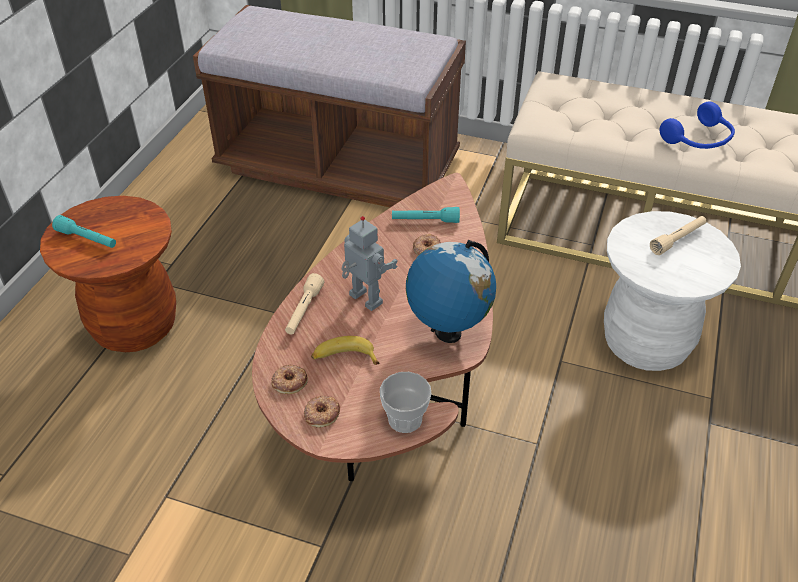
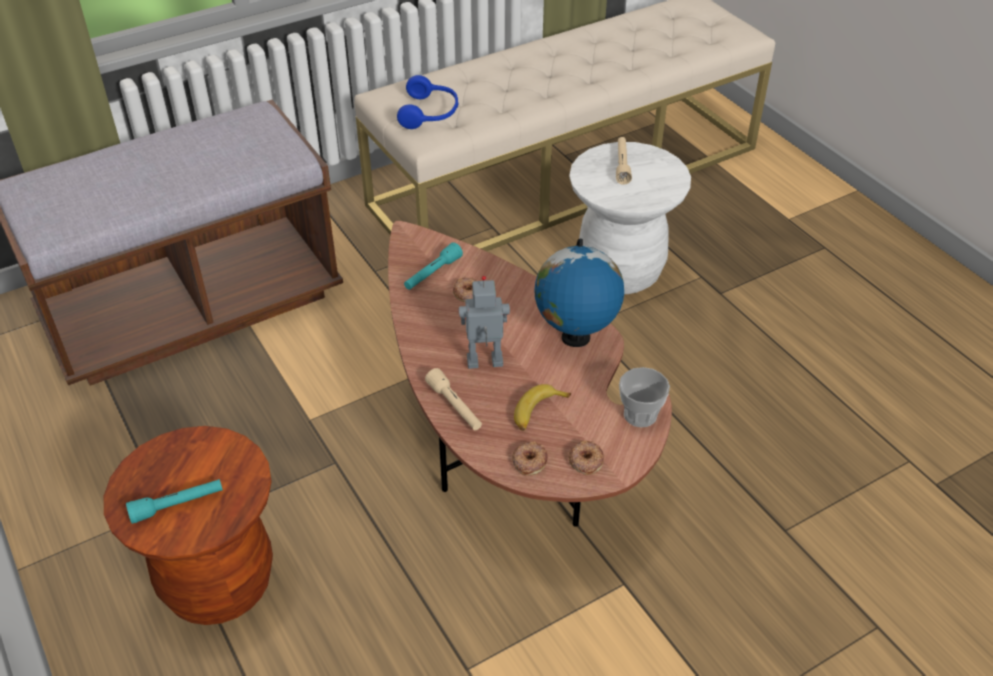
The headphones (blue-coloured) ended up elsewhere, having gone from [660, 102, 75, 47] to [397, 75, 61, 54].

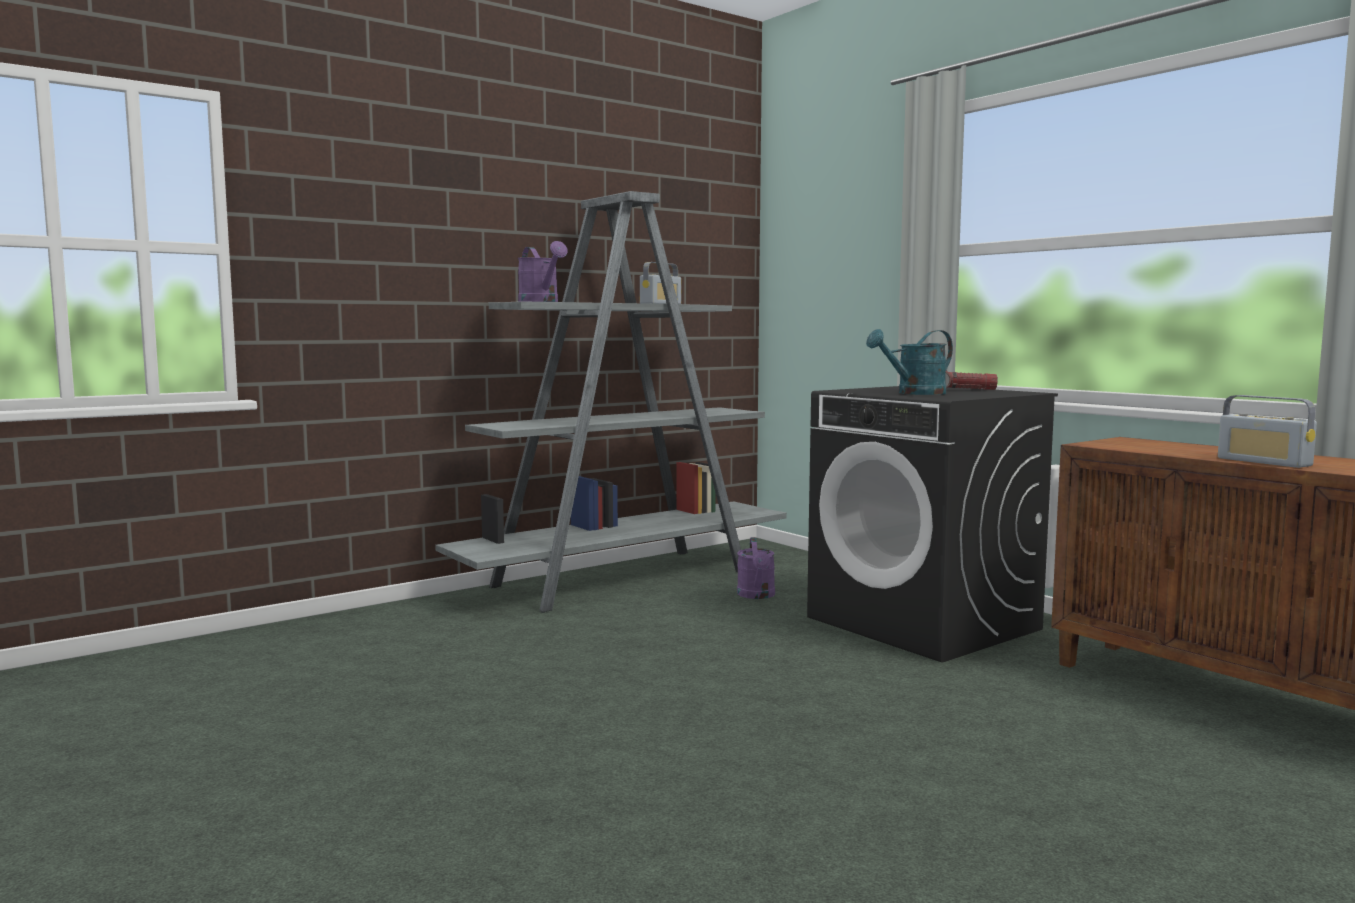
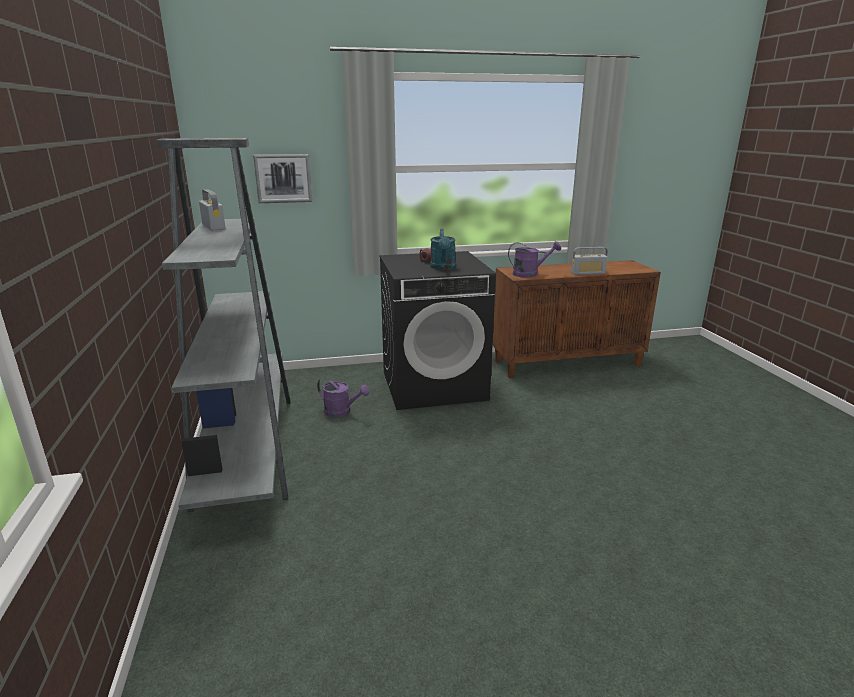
The second view gained the wall picture at [253, 154, 59, 49].
The watering can (purplish) ended up elsewhere, having gone from [518, 241, 50, 61] to [508, 241, 53, 37].

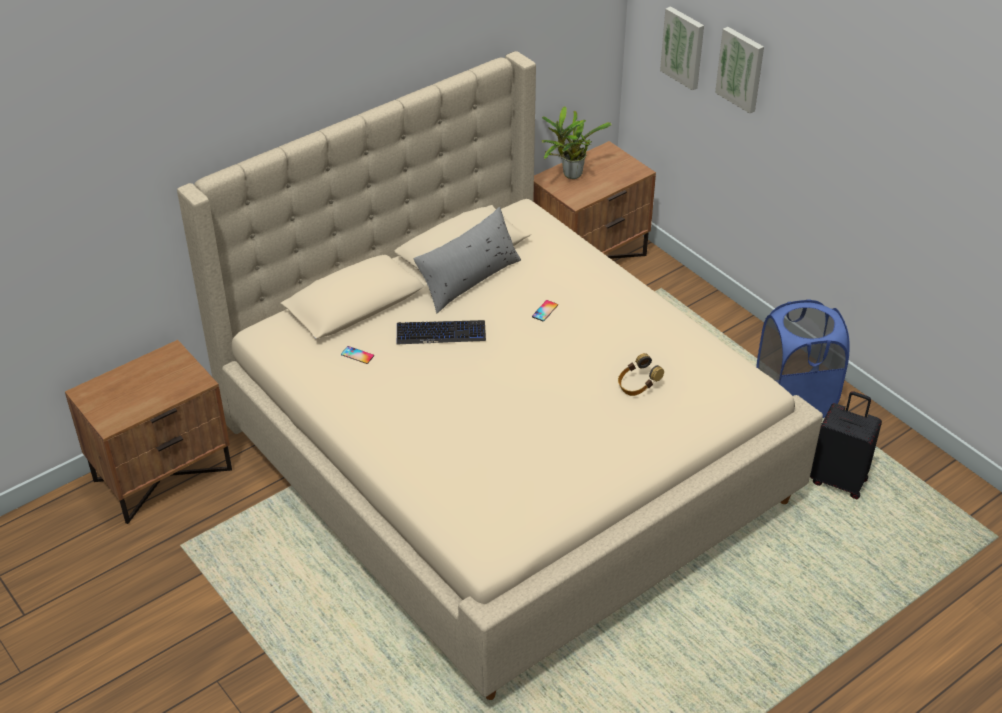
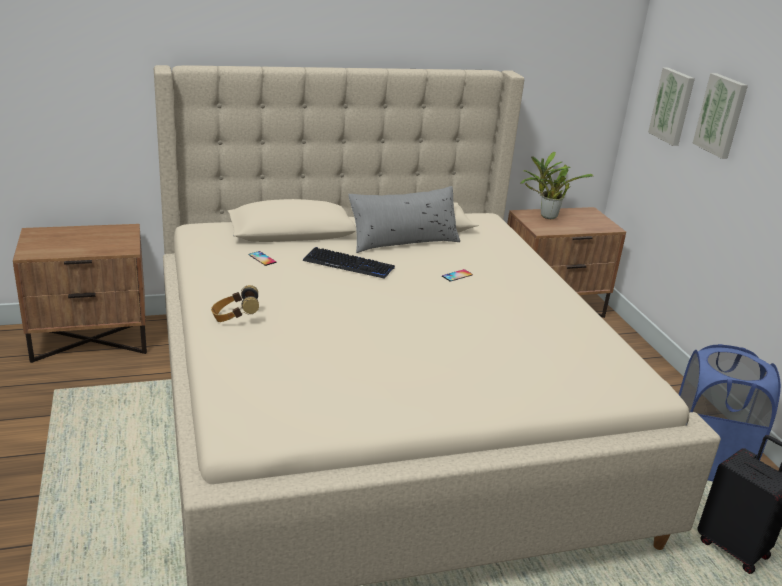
The headphones ended up elsewhere, having gone from [618, 353, 46, 43] to [211, 285, 48, 37].

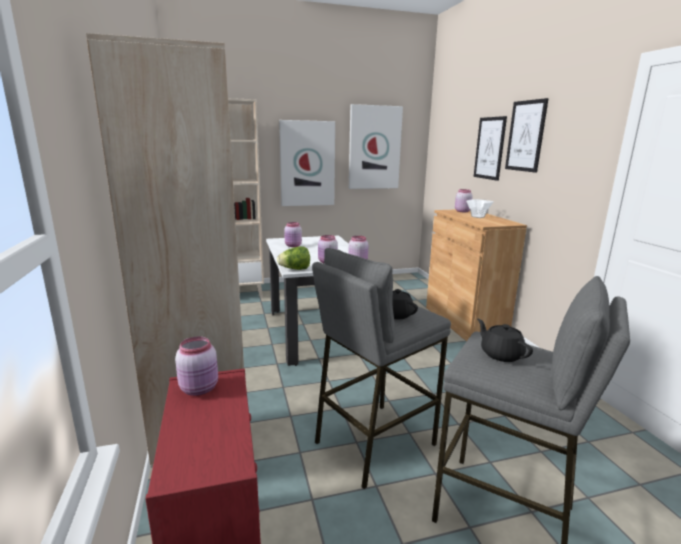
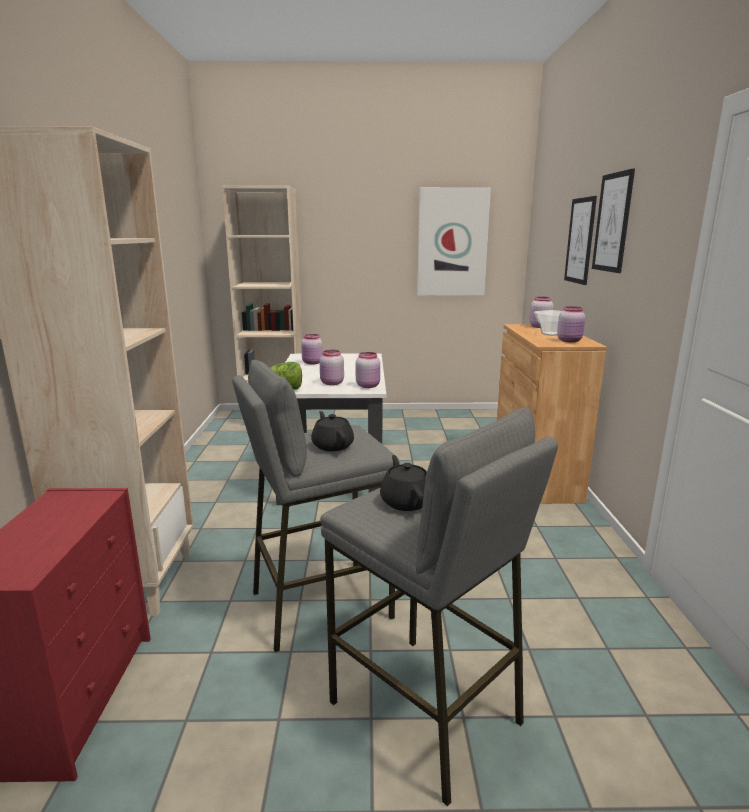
The second view lost the wall picture at [279, 120, 56, 86].
The jar (pinkish) ended up elsewhere, having gone from [175, 337, 43, 59] to [557, 306, 28, 36].

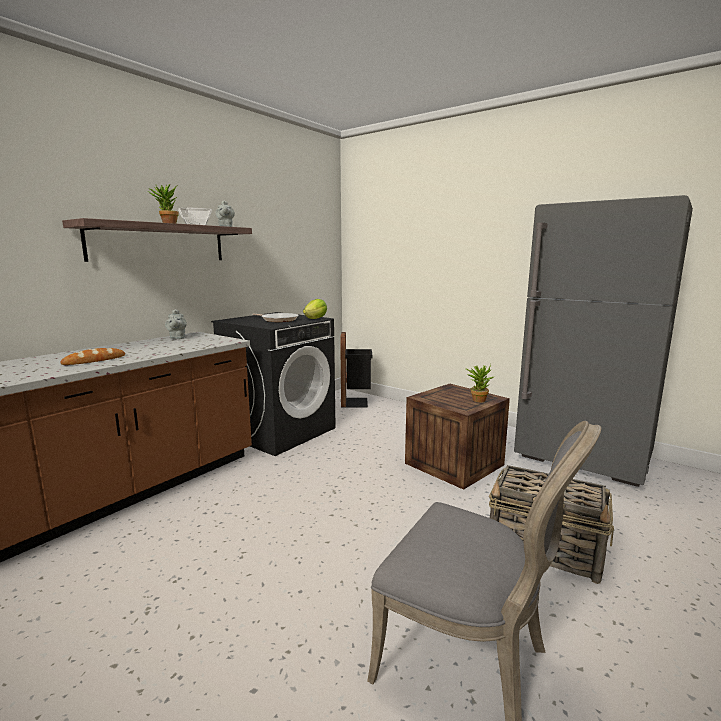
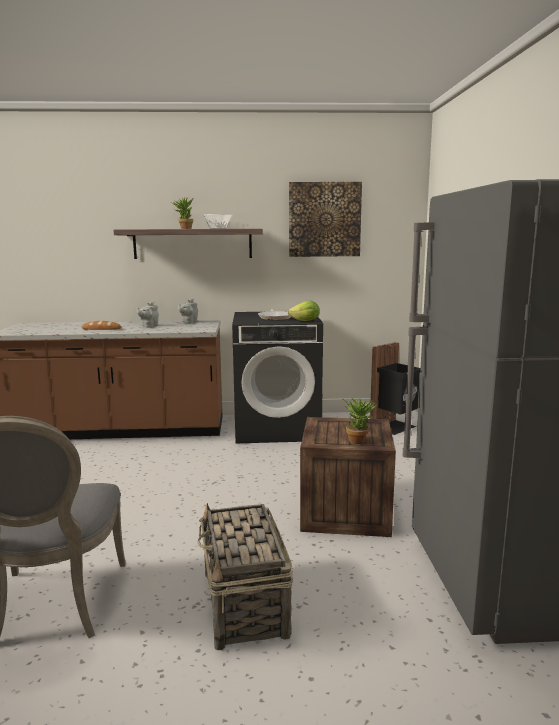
The second view gained the wall picture at [289, 182, 73, 75].
The teapot (grey) ended up elsewhere, having gone from [215, 200, 20, 27] to [137, 302, 22, 25].

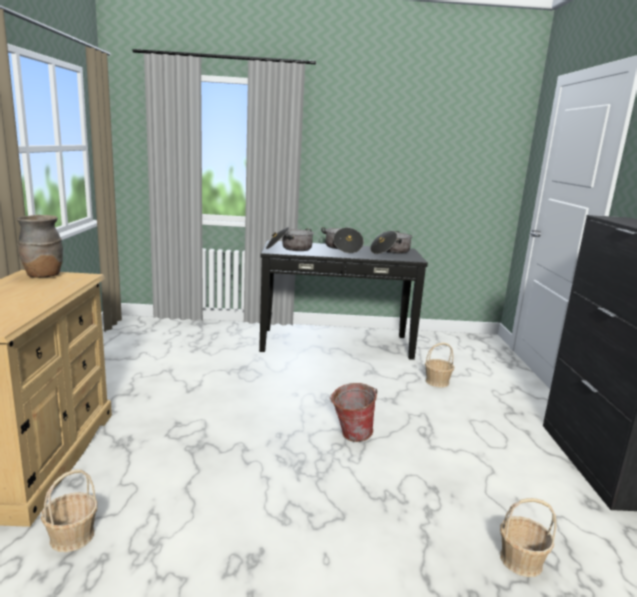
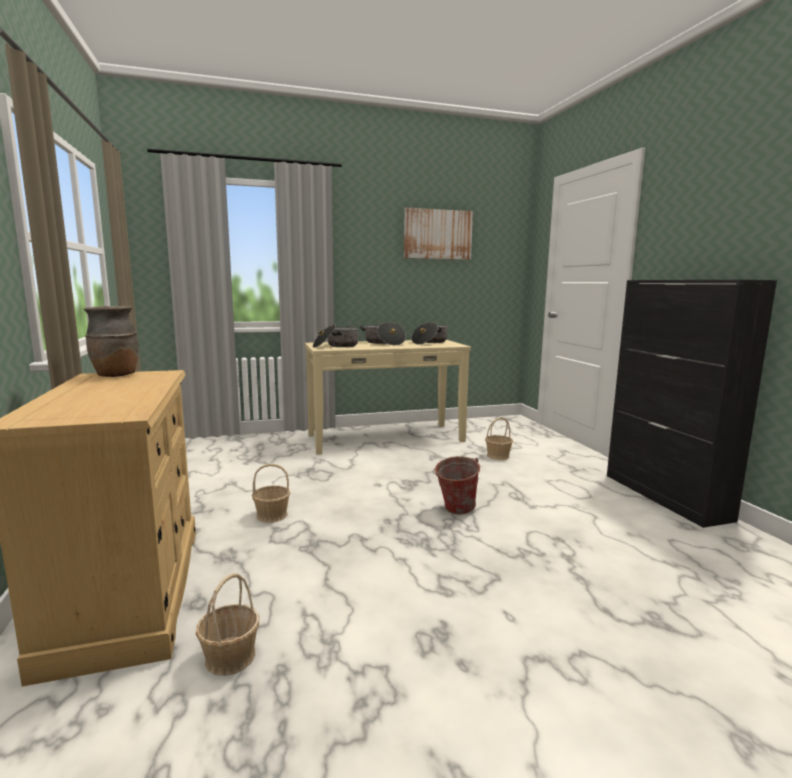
The second view gained the wall picture at [404, 208, 69, 52].
The household basket ended up elsewhere, having gone from [500, 498, 56, 79] to [252, 464, 38, 59].
What was the narrow table (blackish) at [259, 240, 169, 120] turned into the narrow table (beige-coloured) at [305, 340, 166, 115].

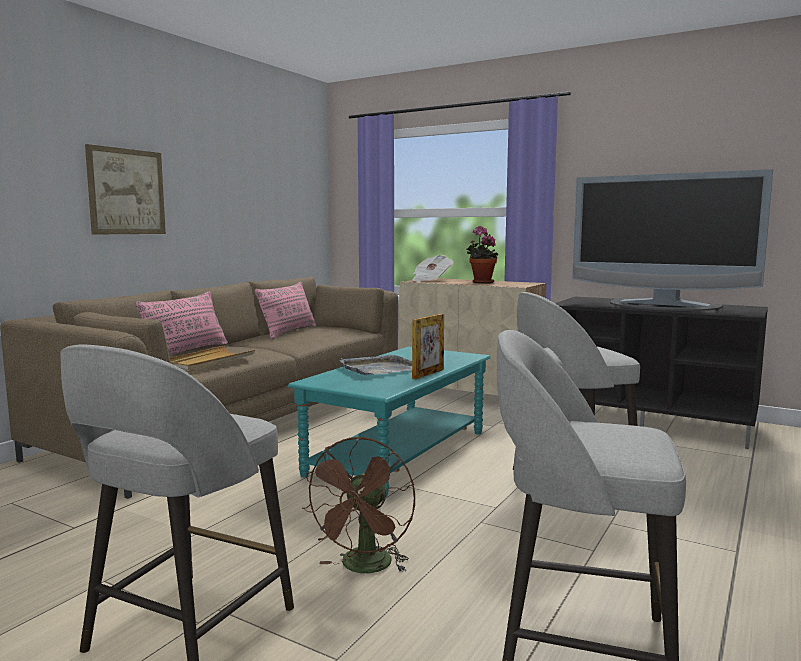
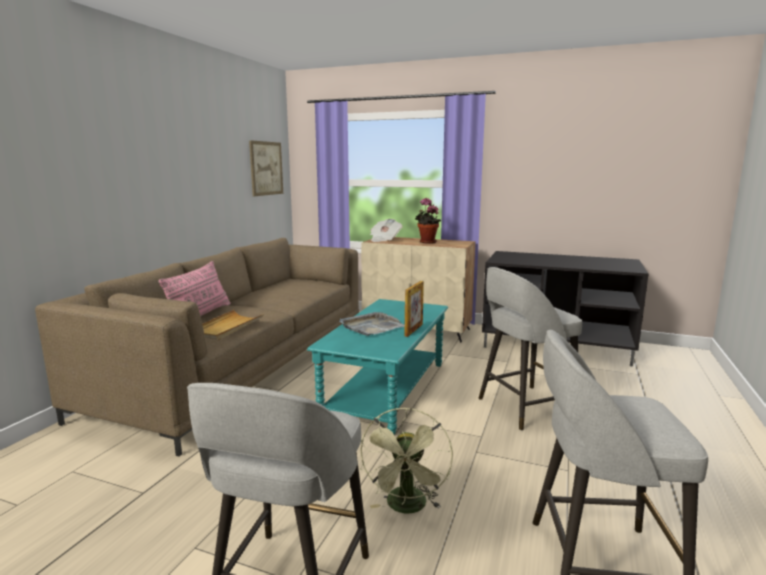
The second view lost the cushion (pinkish) at [255, 282, 61, 58].
The second view lost the TV at [572, 169, 201, 142].
The wall picture ended up elsewhere, having gone from [85, 144, 81, 91] to [249, 140, 34, 56].
What was the electric fan (brown) at [302, 437, 113, 136] turned into the electric fan (green) at [360, 407, 93, 107].

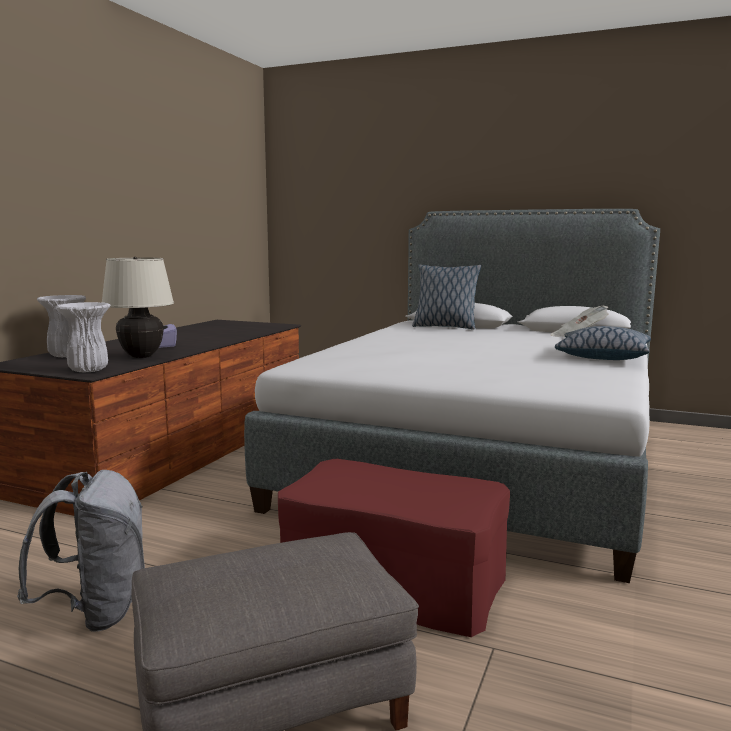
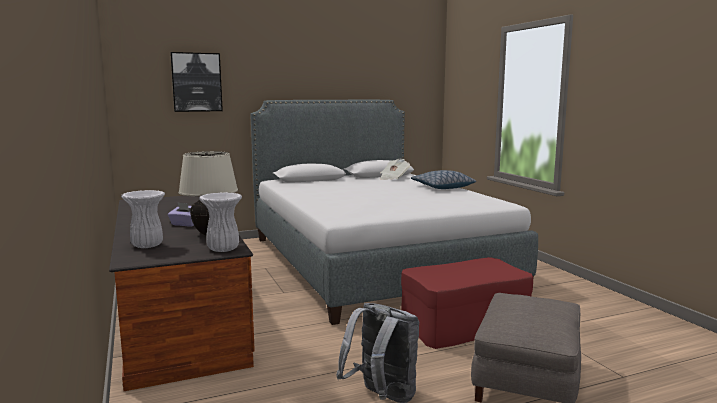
The second view lost the cushion at [412, 265, 69, 65].
The second view gained the wall picture at [170, 52, 53, 60].

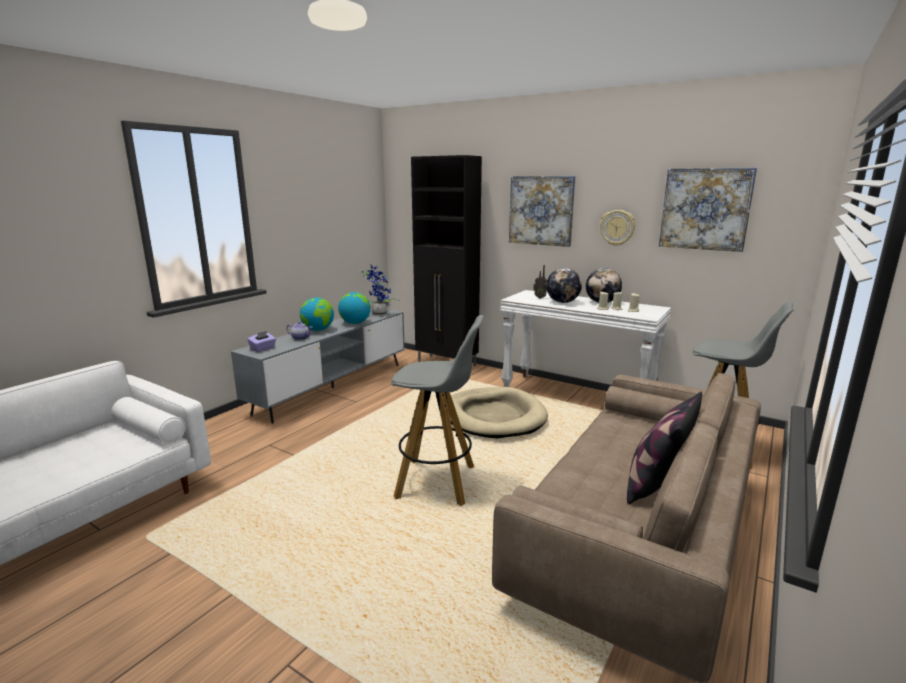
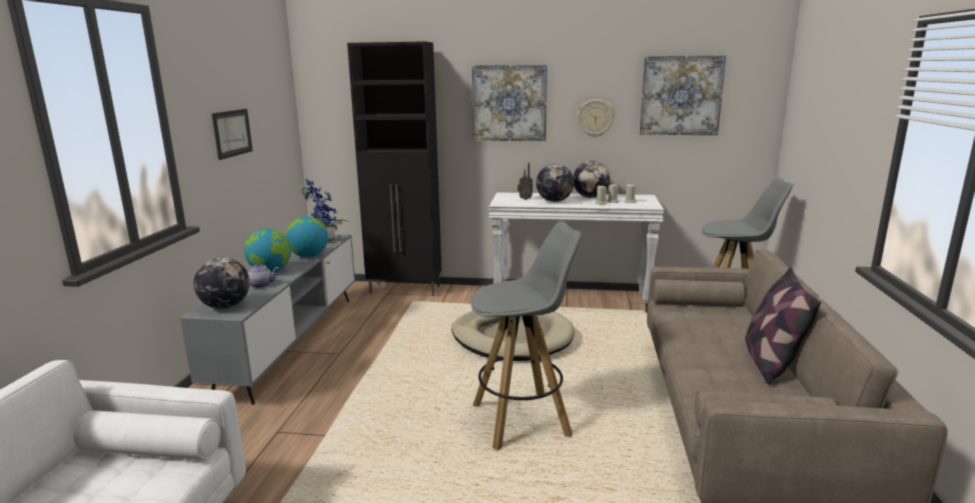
The second view gained the wall picture at [212, 109, 41, 51].
Where the tissue box (purplish) stood at [247, 331, 29, 21], the desk globe came to stand at [194, 257, 56, 52].

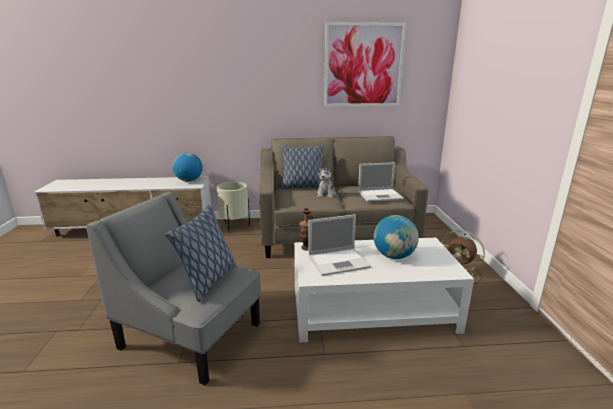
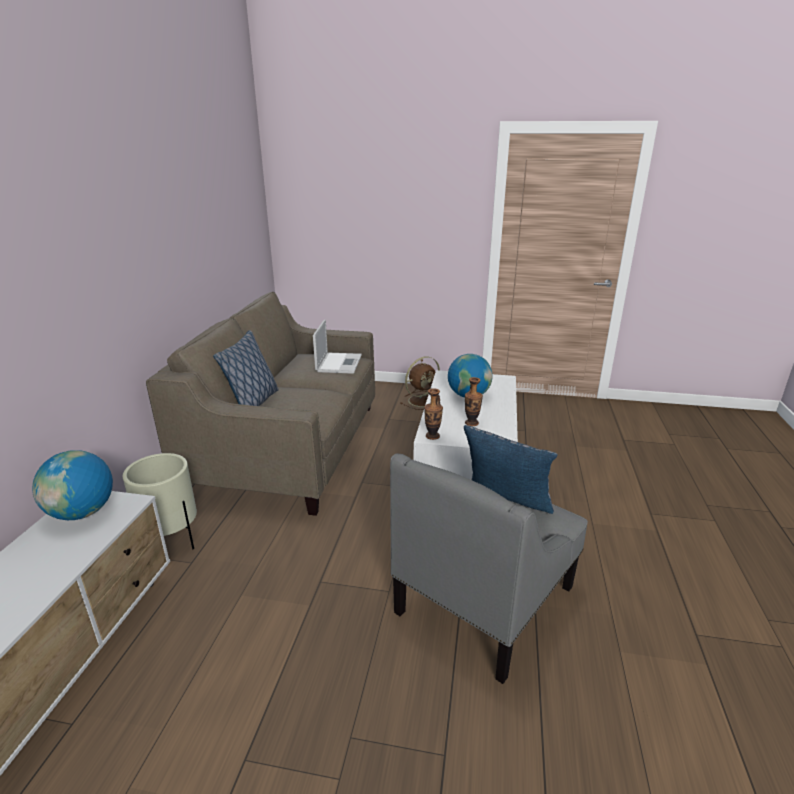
The second view lost the soft toy at [316, 165, 20, 33].
The second view lost the wall picture at [324, 22, 82, 85].
Where the notebook computer stood at [308, 214, 63, 62], the vase came to stand at [465, 377, 18, 49].

